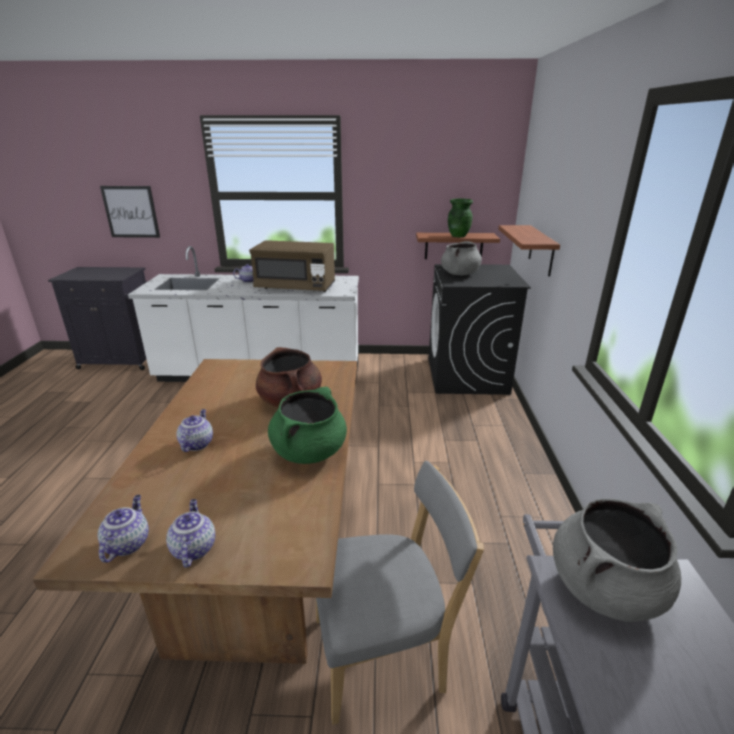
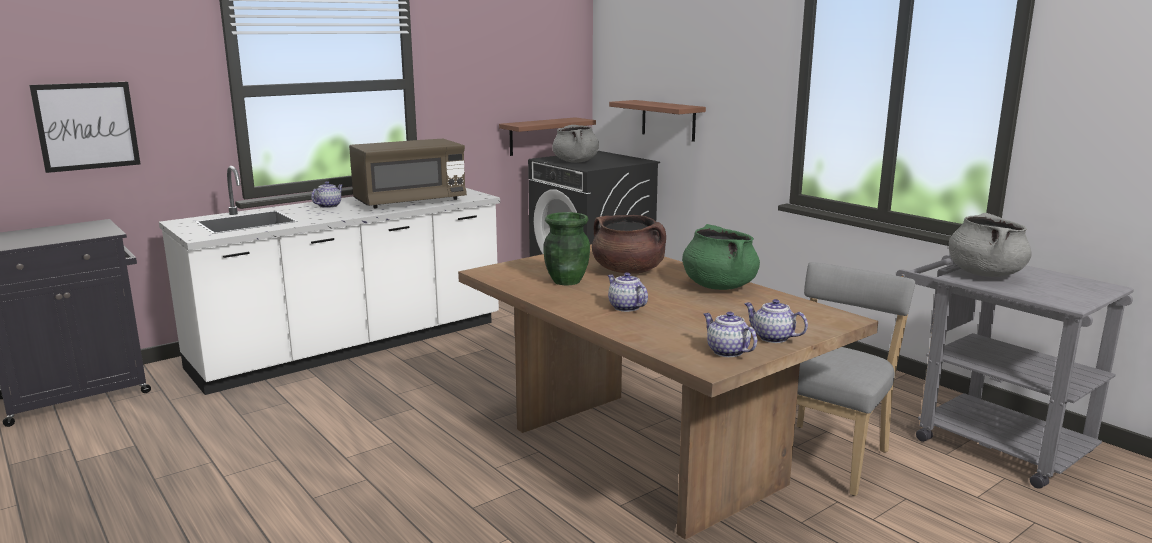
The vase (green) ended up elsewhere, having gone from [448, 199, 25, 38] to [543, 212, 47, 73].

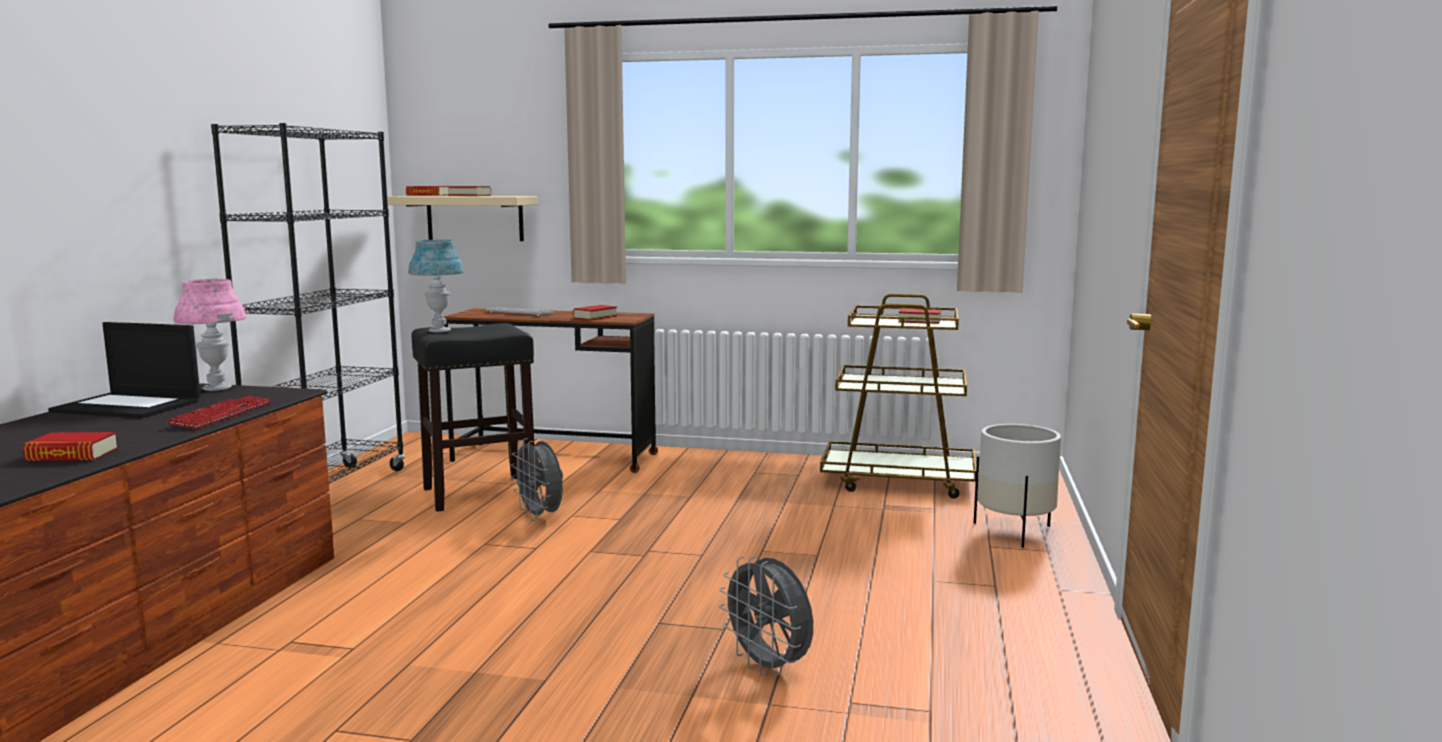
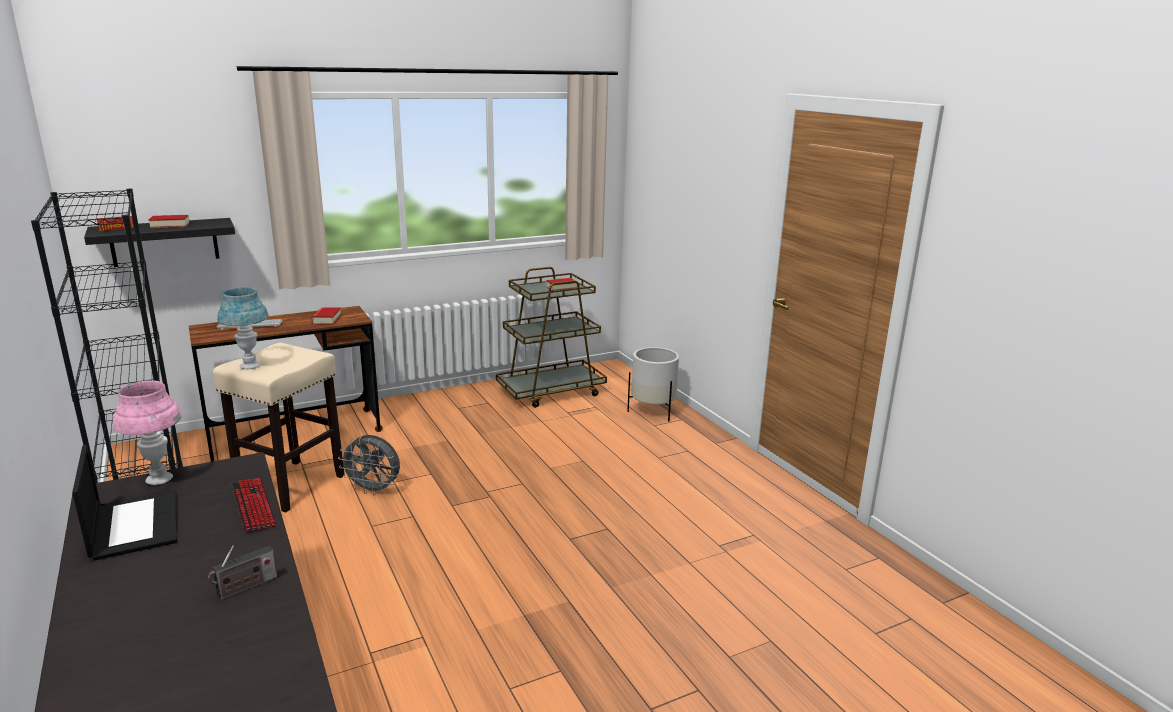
The second view lost the electric fan (grey) at [719, 556, 94, 121].
Where the book stood at [23, 432, 95, 29], the radio set came to stand at [208, 546, 69, 54].
What was the bracket shelf (beige-coloured) at [387, 196, 151, 45] turned into the bracket shelf (blackish) at [84, 218, 151, 49].
What was the stool (blackish) at [411, 323, 123, 189] turned into the stool (beige-coloured) at [213, 343, 132, 170].
The notebook computer at [48, 322, 152, 96] ended up facing another way, 90 degrees counterclockwise from before.

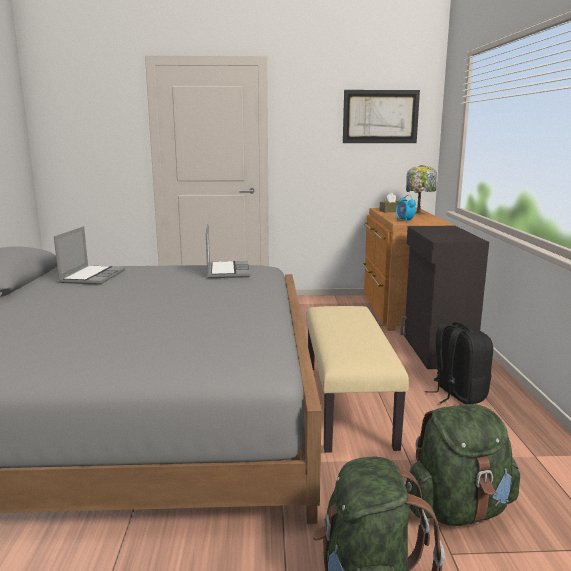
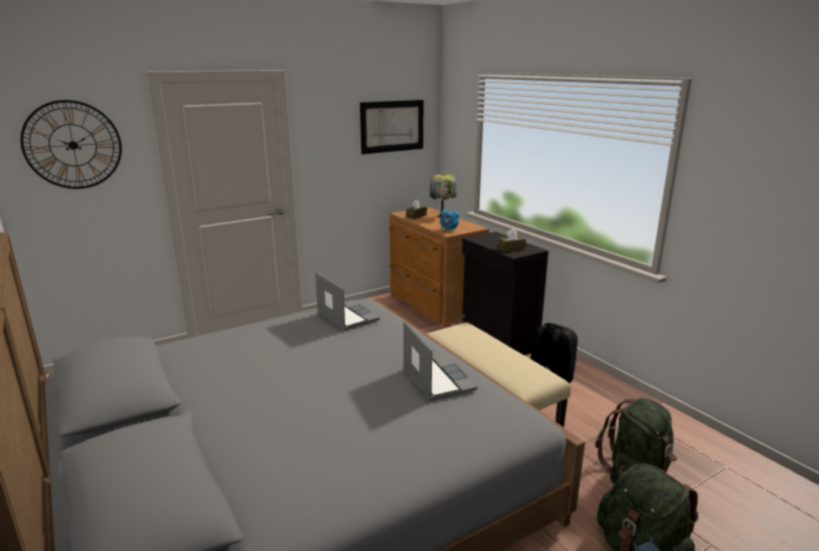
The second view gained the wall clock at [20, 100, 102, 89].
The second view gained the tissue box (brown) at [498, 229, 28, 23].
The notebook computer ended up elsewhere, having gone from [54, 226, 71, 59] to [403, 321, 75, 80].

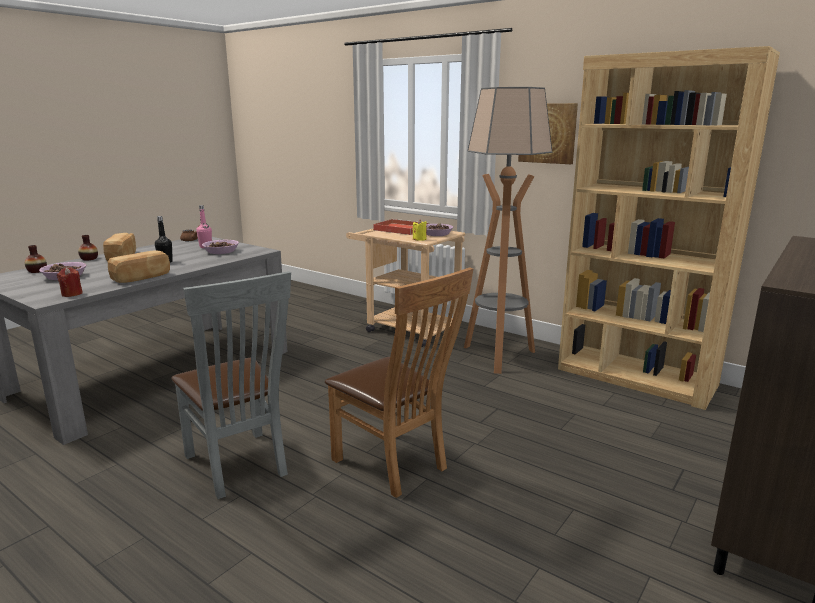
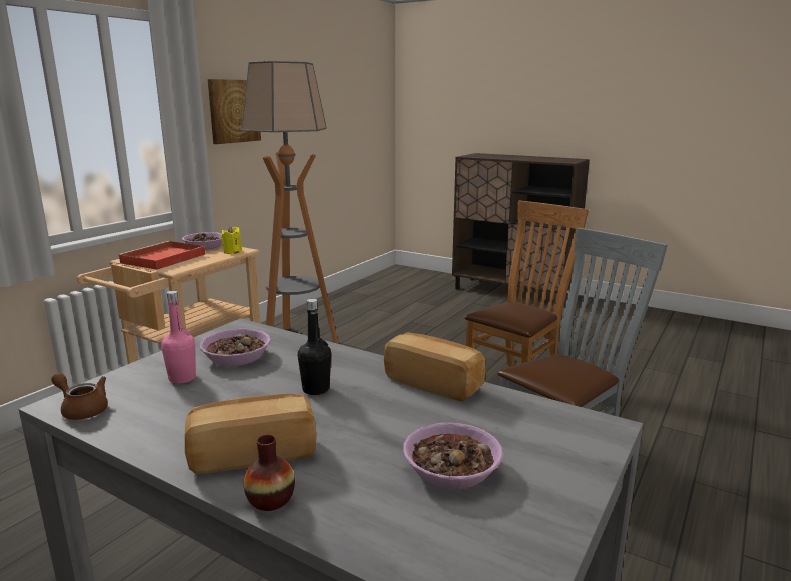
The second view lost the vase at [25, 245, 22, 28].
The second view lost the wax light (red-coloured) at [57, 267, 26, 30].
The second view lost the bookcase (brown) at [558, 46, 222, 364].

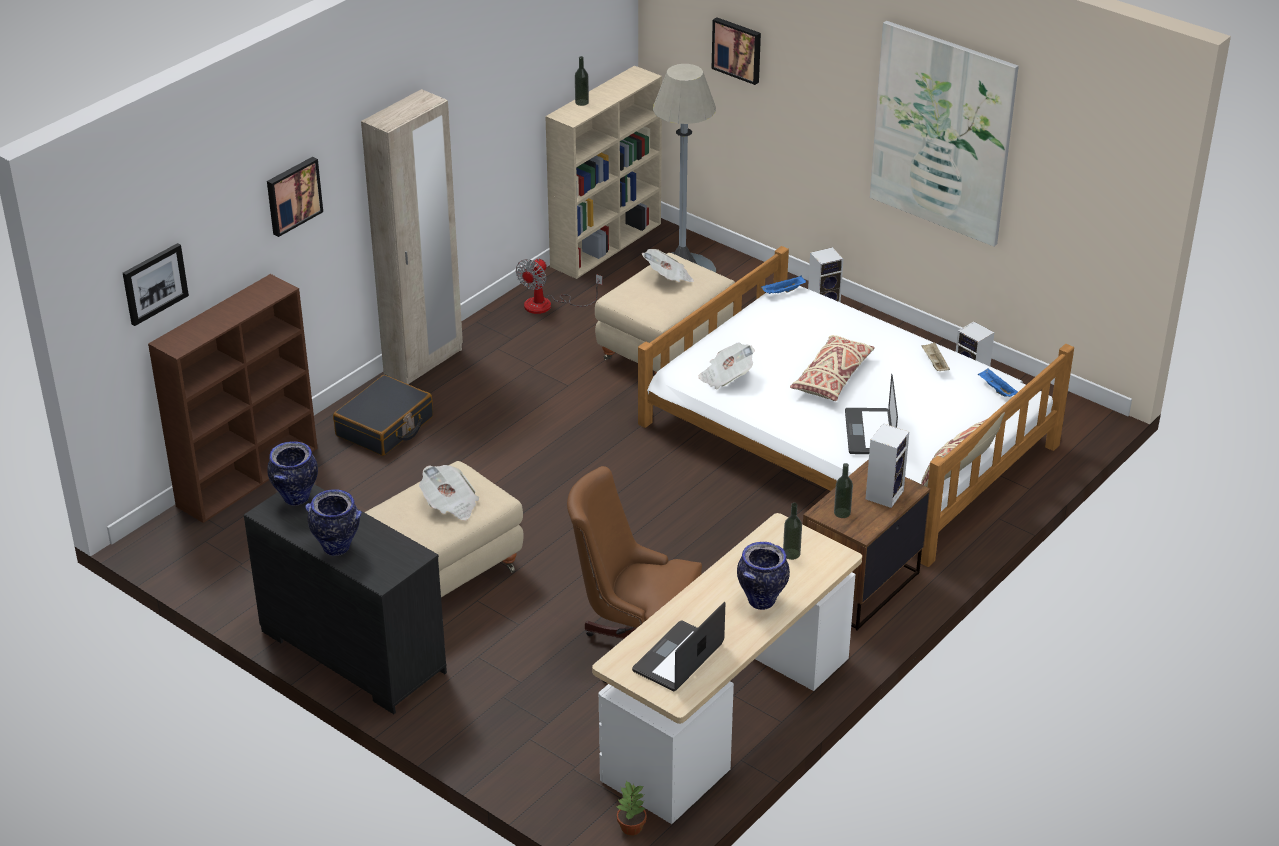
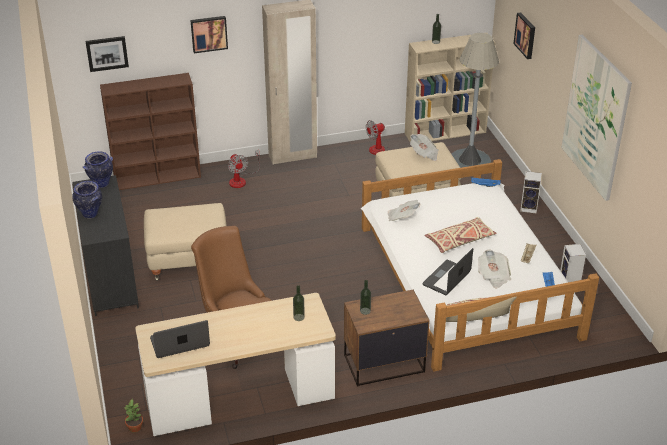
The second view lost the vase at [737, 542, 53, 68].
The second view lost the speaker at [866, 423, 43, 85].
The daily paper ended up elsewhere, having gone from [419, 465, 60, 56] to [478, 249, 33, 40].
Where the suitcase (blackish) stood at [333, 375, 100, 81], the electric fan came to stand at [228, 150, 32, 38].

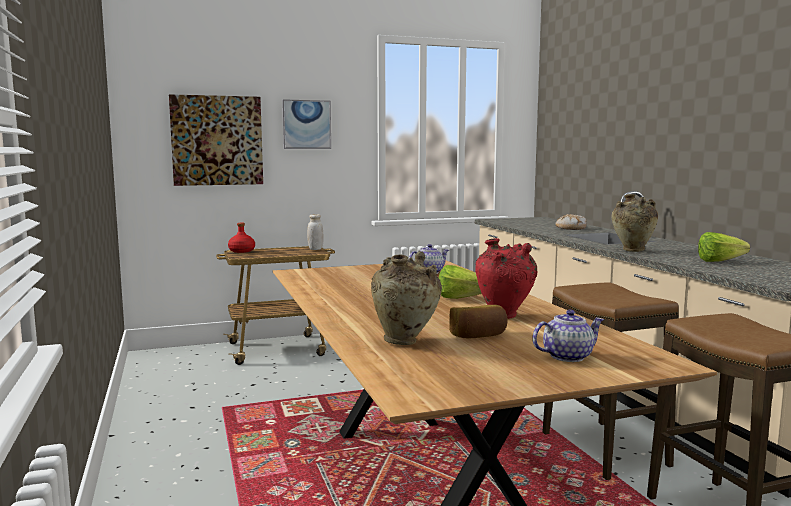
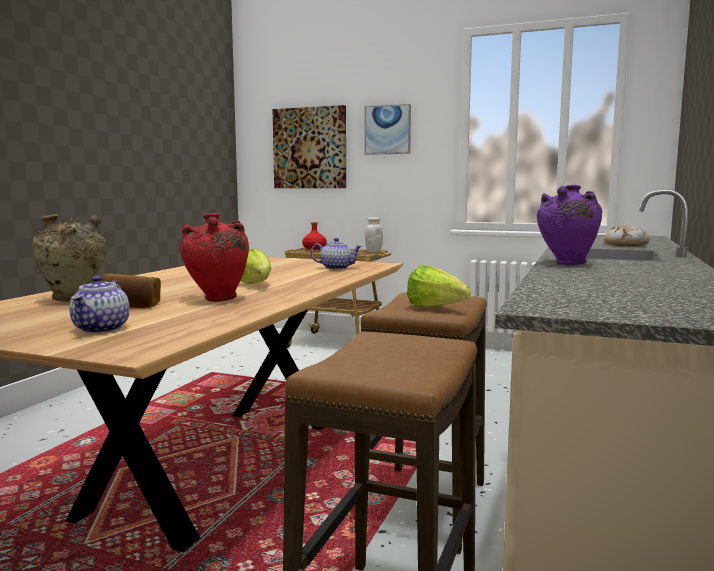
The lettuce ended up elsewhere, having gone from [698, 232, 52, 30] to [407, 265, 64, 42].
What was the vase (beige-coloured) at [612, 194, 46, 58] turned into the vase (purplish) at [537, 185, 66, 80].
The teapot at [532, 310, 73, 52] ended up facing another way, 75 degrees clockwise from before.

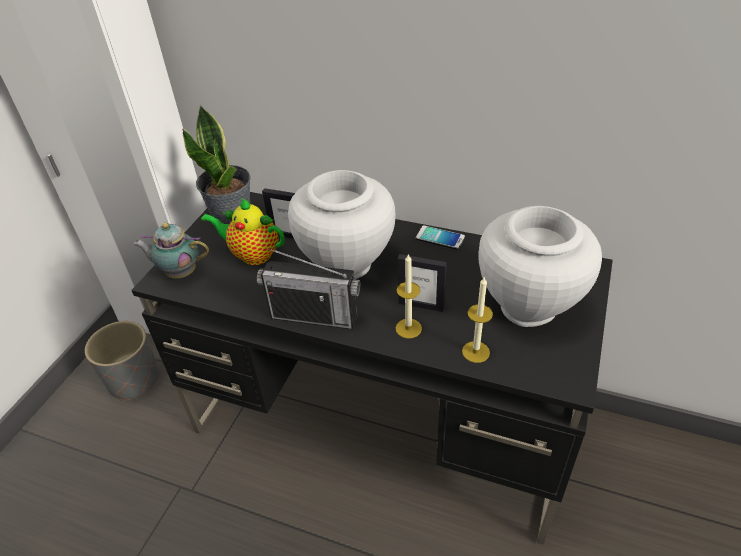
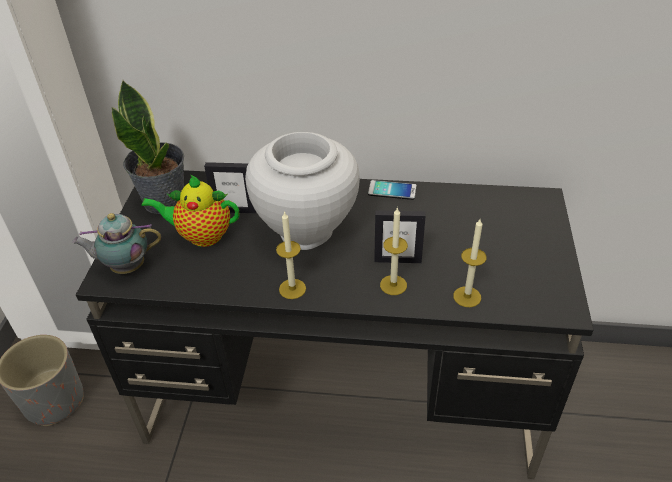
The second view lost the vase (whitish) at [478, 206, 124, 121].
Where the radio set stood at [257, 248, 103, 82], the wax light came to stand at [276, 211, 30, 88].

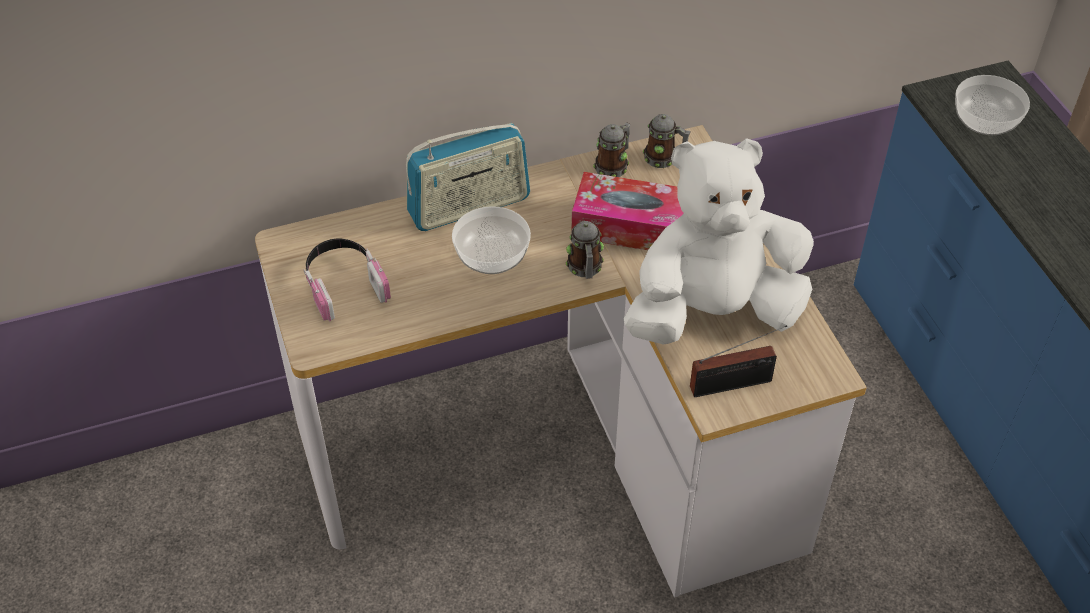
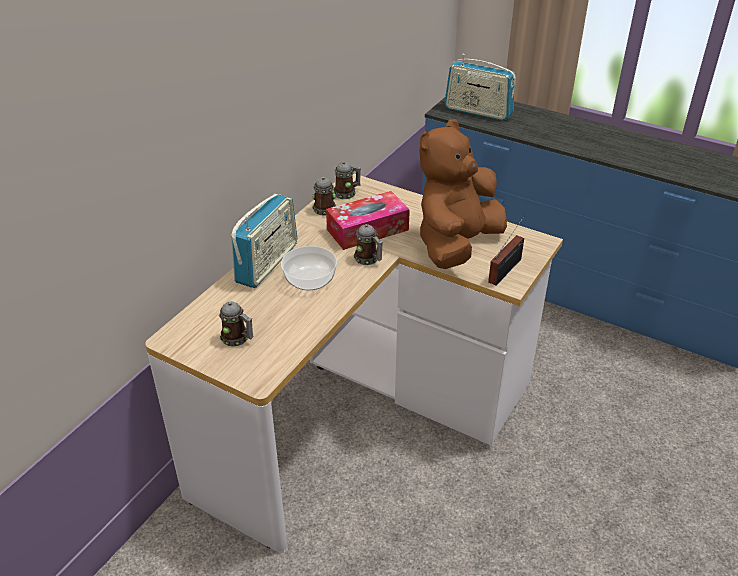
Where the headphones stood at [303, 238, 88, 83], the mug came to stand at [219, 301, 35, 46].
Where the bowl stood at [955, 75, 75, 60], the radio set came to stand at [444, 54, 72, 67].
What was the soft toy (whitish) at [624, 138, 190, 207] turned into the soft toy (brown) at [419, 119, 88, 150].

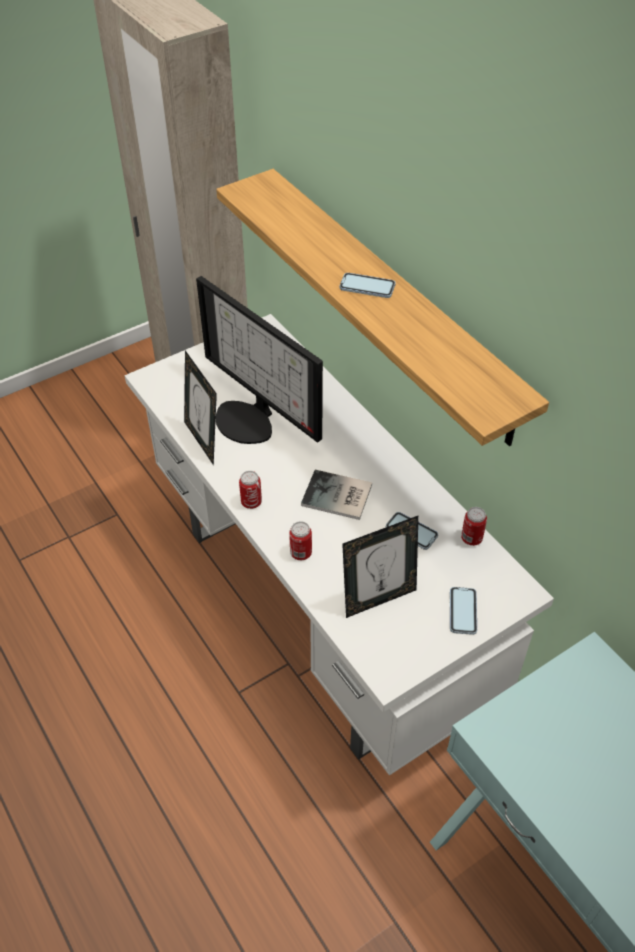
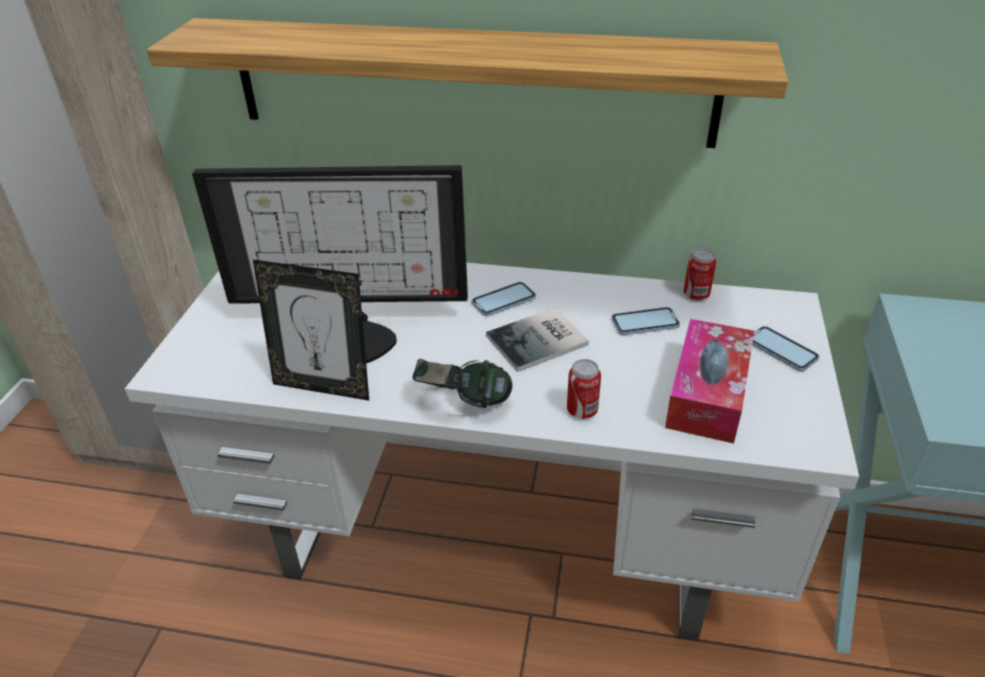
The telephone ended up elsewhere, having gone from [339, 273, 56, 25] to [472, 282, 64, 34].
Where the sealed can stood at [239, 471, 23, 38], the headphones came to stand at [412, 359, 100, 49].
Where the photo frame stood at [342, 515, 77, 103], the tissue box came to stand at [665, 319, 89, 124].

